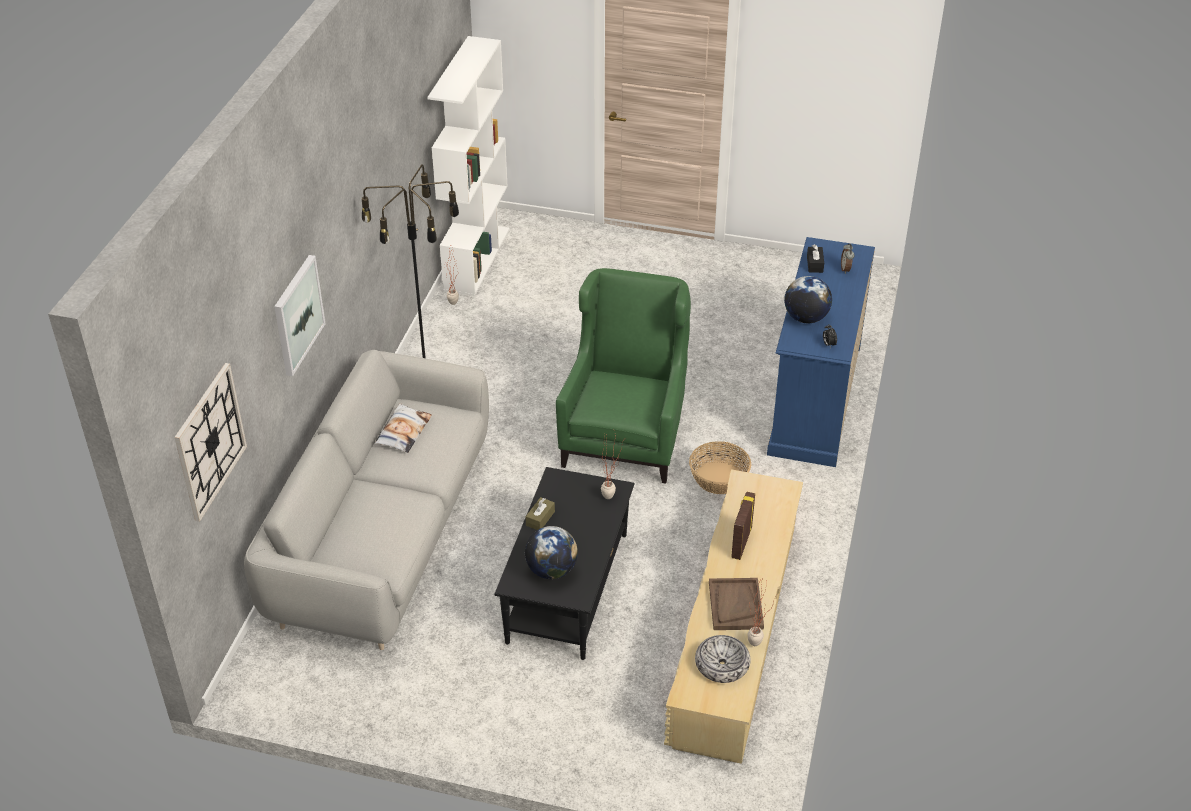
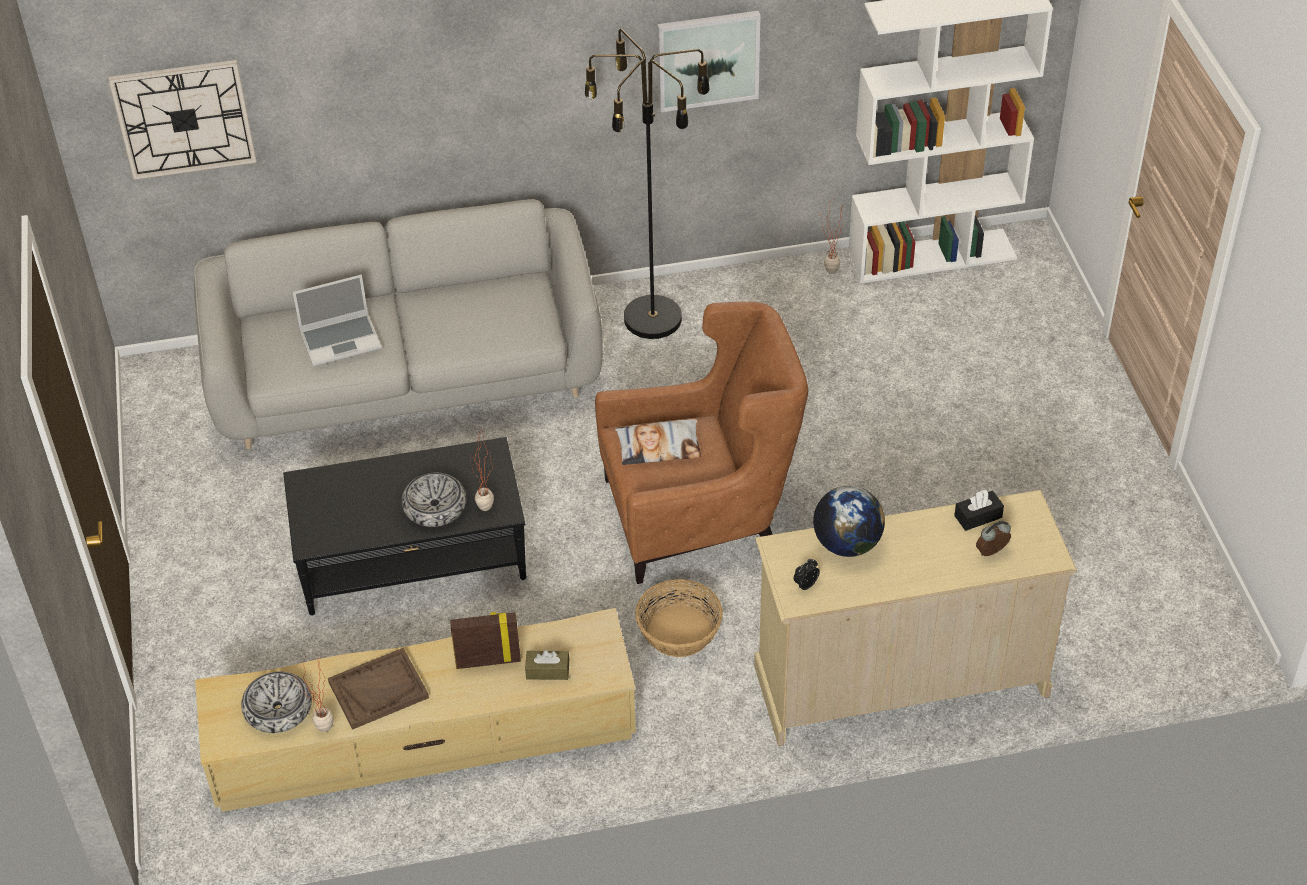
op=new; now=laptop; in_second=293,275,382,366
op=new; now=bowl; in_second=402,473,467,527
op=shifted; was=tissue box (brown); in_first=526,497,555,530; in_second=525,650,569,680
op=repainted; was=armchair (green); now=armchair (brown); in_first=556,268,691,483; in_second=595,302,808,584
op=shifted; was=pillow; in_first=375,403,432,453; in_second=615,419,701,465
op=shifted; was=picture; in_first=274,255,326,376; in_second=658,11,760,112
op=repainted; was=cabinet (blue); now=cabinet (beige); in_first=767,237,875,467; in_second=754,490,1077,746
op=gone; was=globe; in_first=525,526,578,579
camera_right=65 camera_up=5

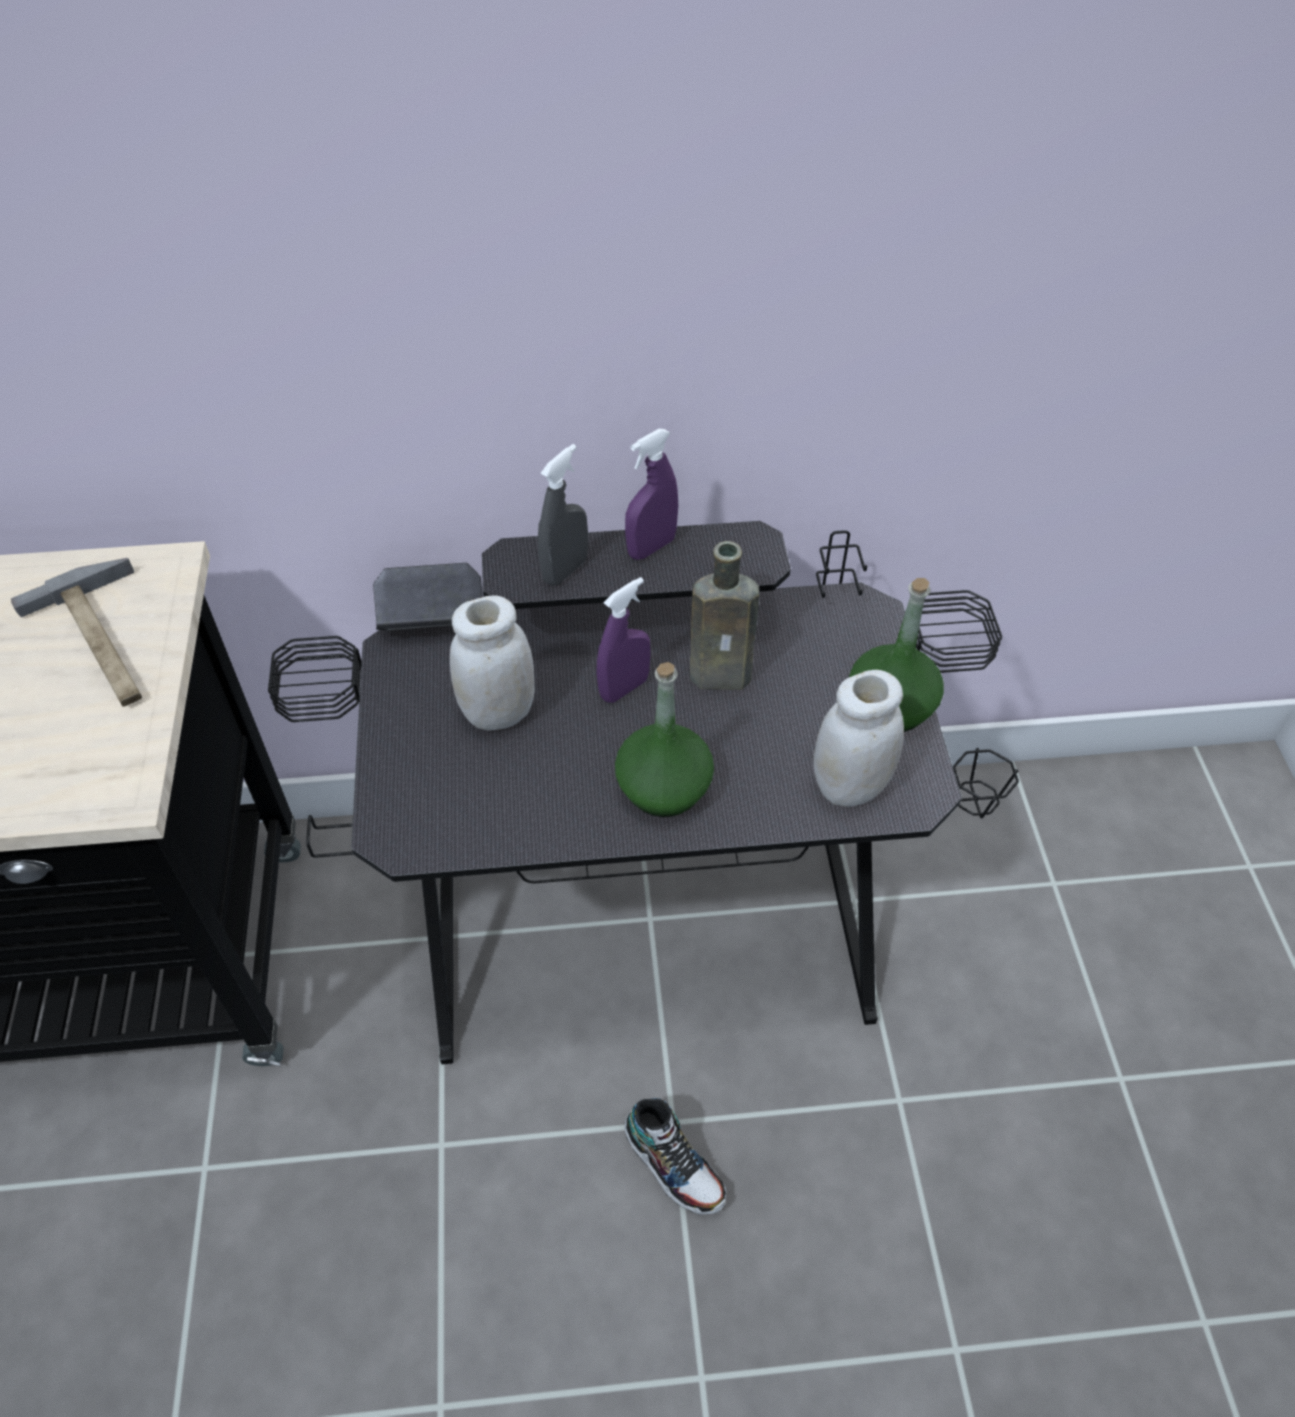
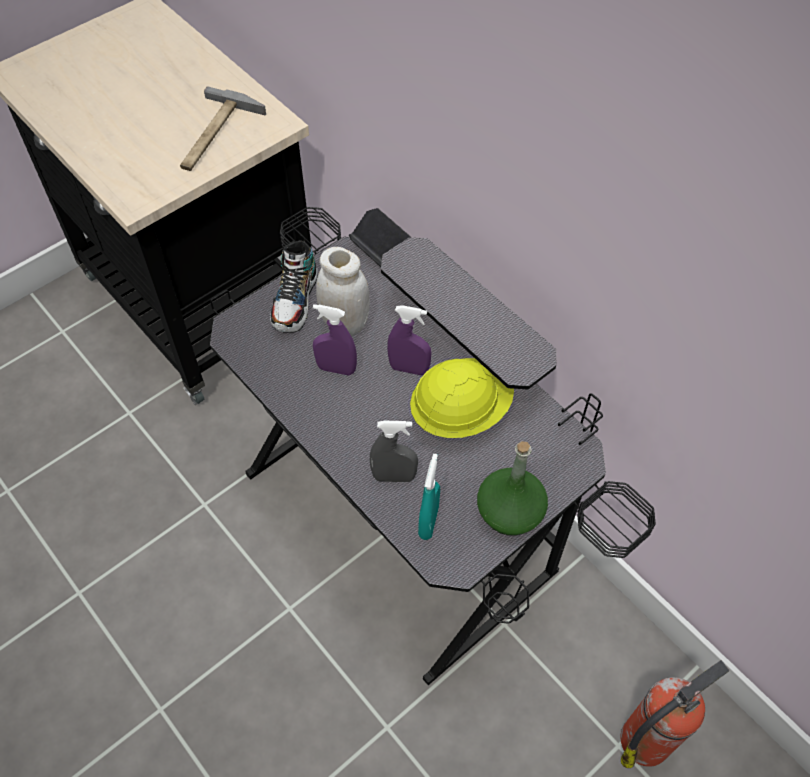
op=shifted; was=shoe; in_first=624,1098,726,1215; in_second=270,240,318,333
op=shifted; was=spray bottle (purple); in_first=625,429,678,560; in_second=313,304,357,376
op=shifted; was=spray bottle (grey); in_first=538,444,588,586; in_second=370,421,418,482
op=swapped; was=bottle (brown); now=hard hat (yellow); in_first=690,541,759,690; in_second=410,358,514,438
op=swapped; was=jar (white); now=spray bottle (turquoise); in_first=813,670,904,807; in_second=418,454,440,540
op=new; now=fire extinguisher; in_second=620,660,730,768
op=gone; was=bottle (green); in_first=615,662,714,817
camera_right=55 camera_up=5

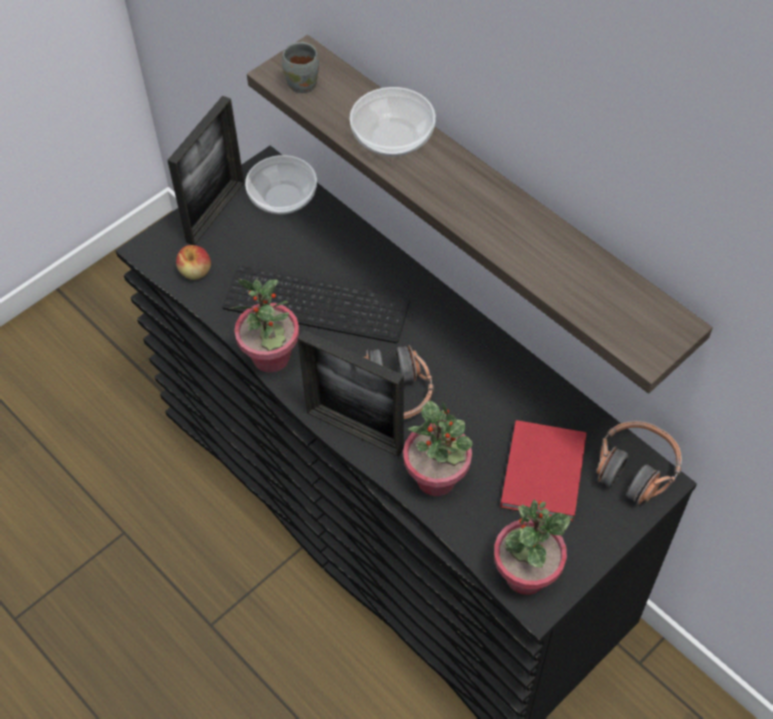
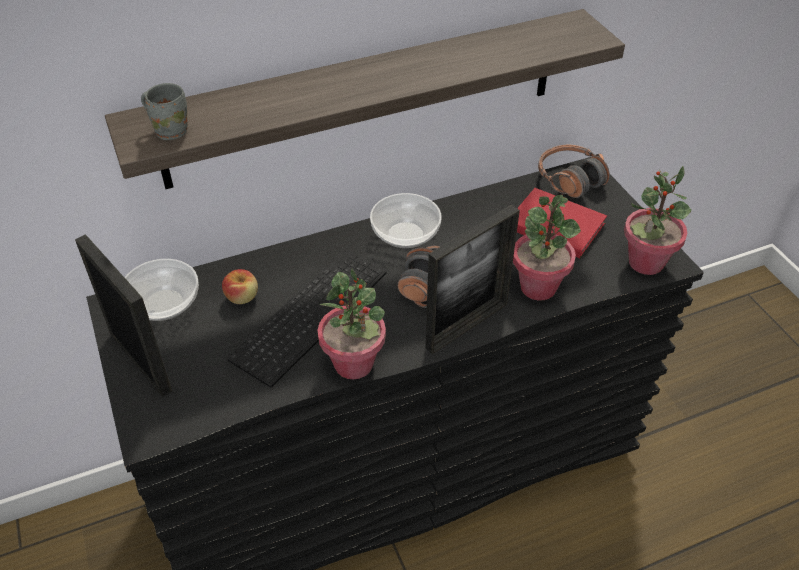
op=shifted; was=apple; in_first=176,245,211,280; in_second=222,269,258,304
op=shifted; was=bowl; in_first=350,87,436,157; in_second=370,193,441,248
camera_right=-70 camera_up=-10

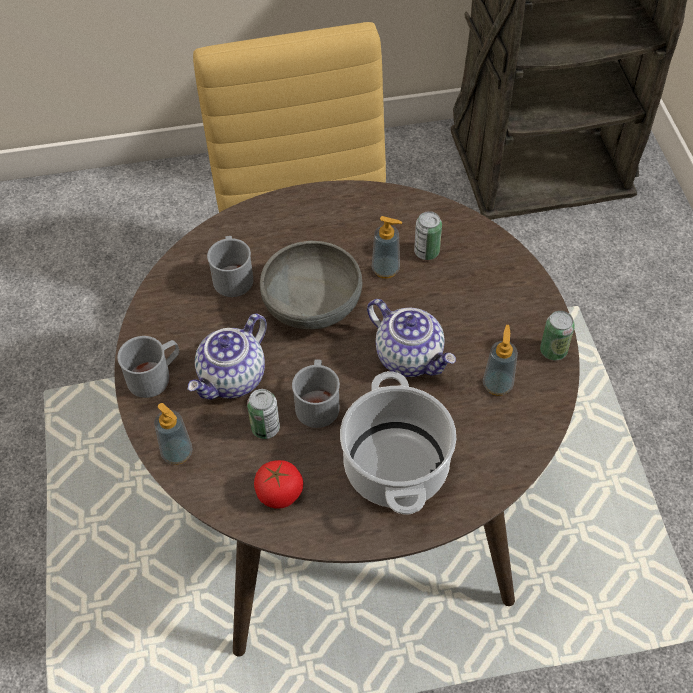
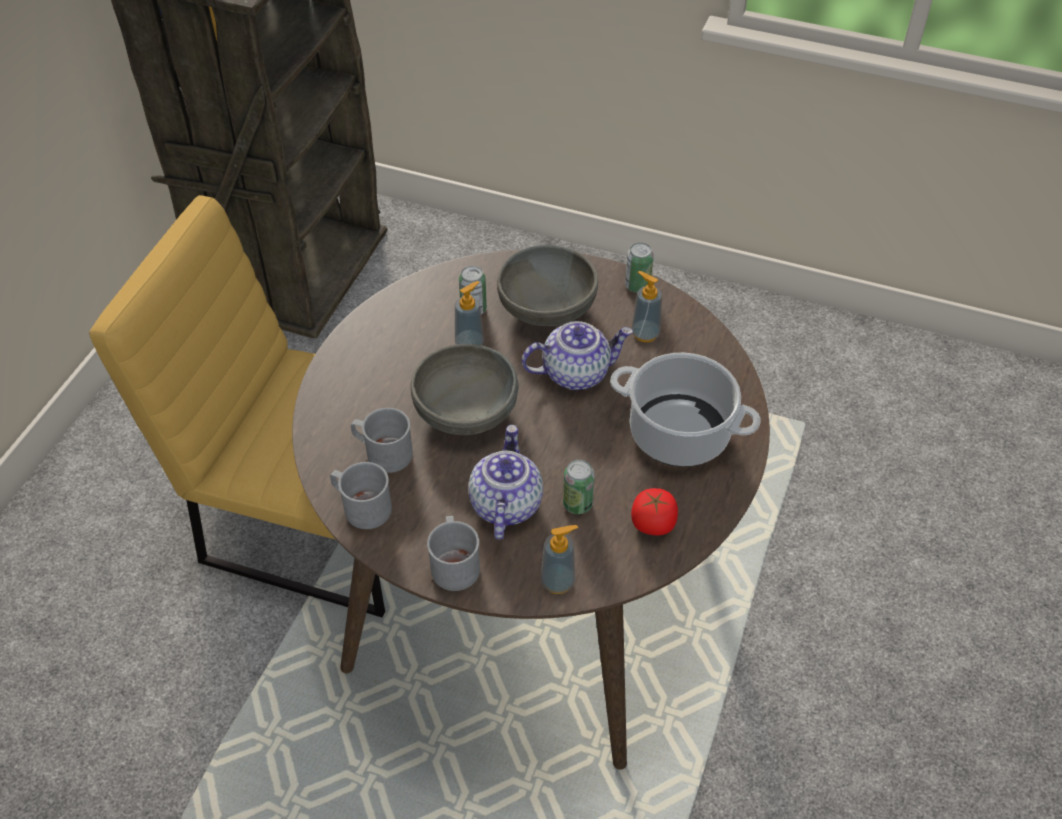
op=shifted; was=mug (grey); in_first=292,360,340,428; in_second=330,462,392,529
op=rotated; was=teapot; in_first=188,314,267,400; in_second=468,425,543,540; clockwise=-150
op=new; now=bowl (grey); in_second=497,245,598,326
camera_right=-60 camera_up=-5

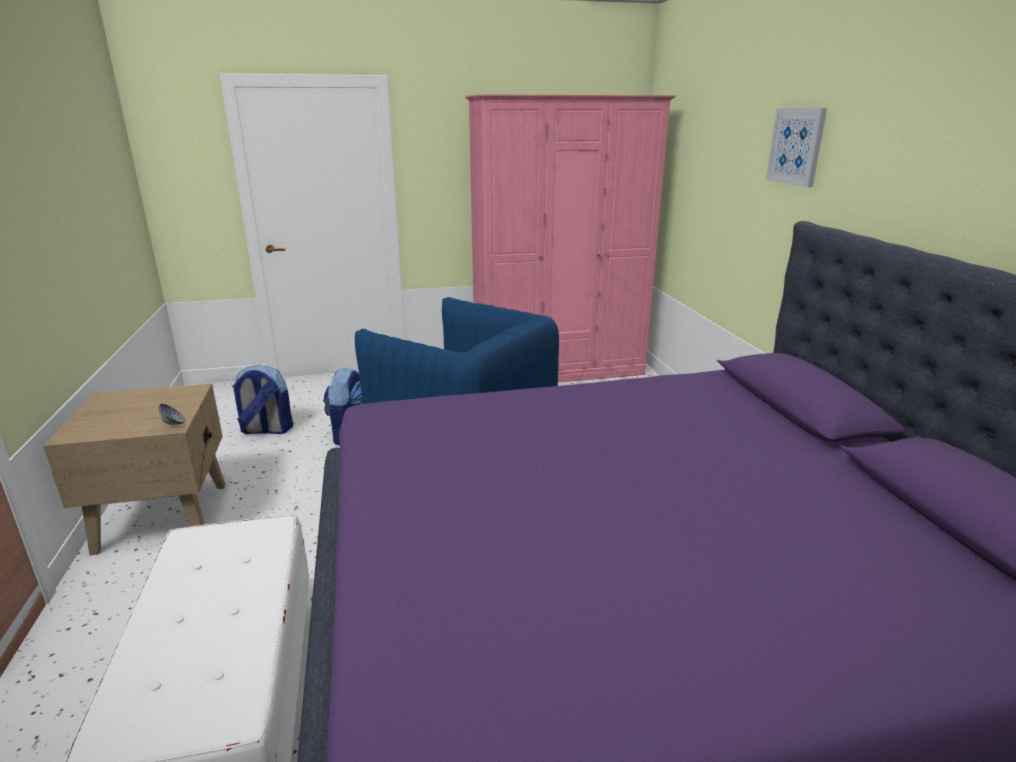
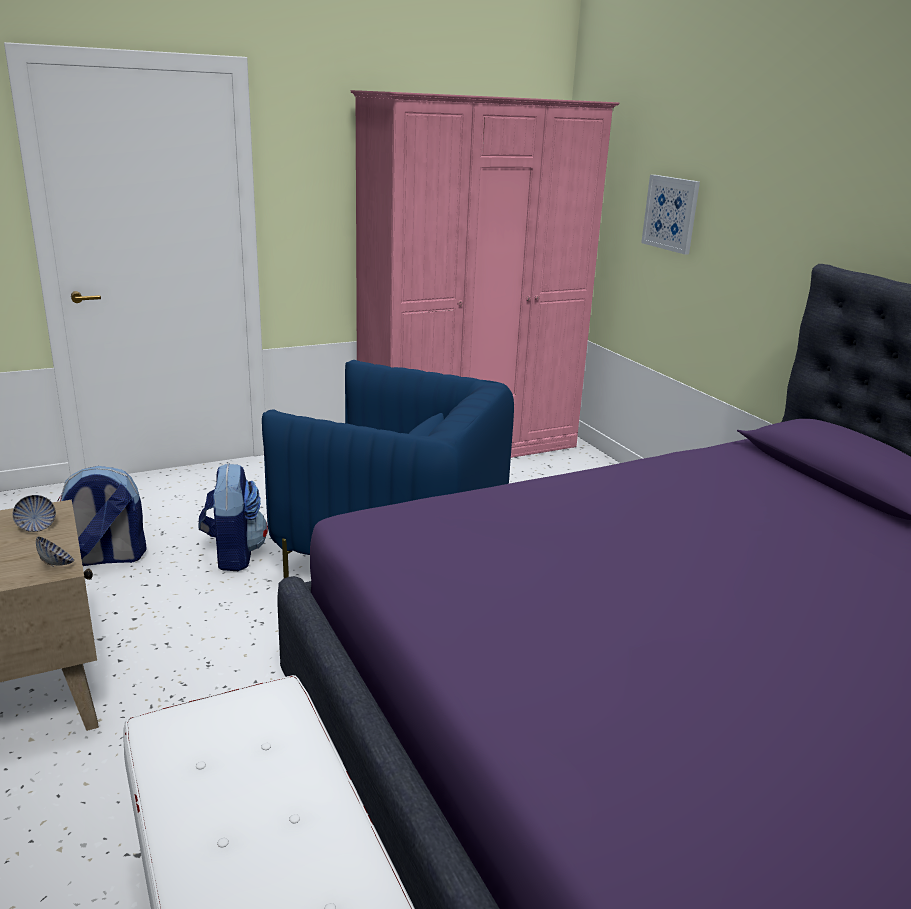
op=new; now=bowl; in_second=13,495,56,532
op=shifted; was=picture; in_first=766,108,827,187; in_second=641,175,700,255
camera_right=-15 camera_up=0

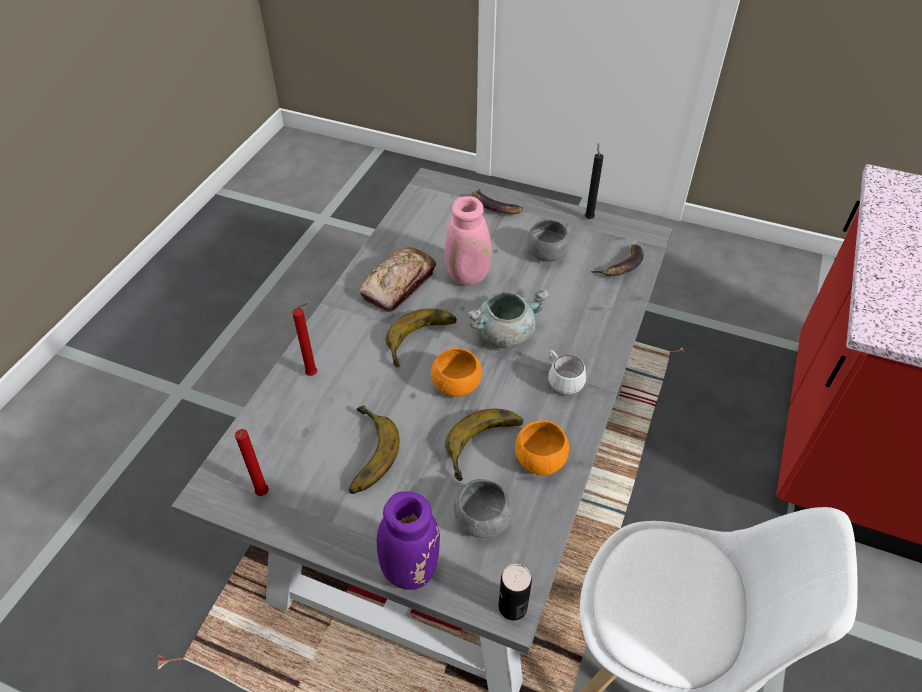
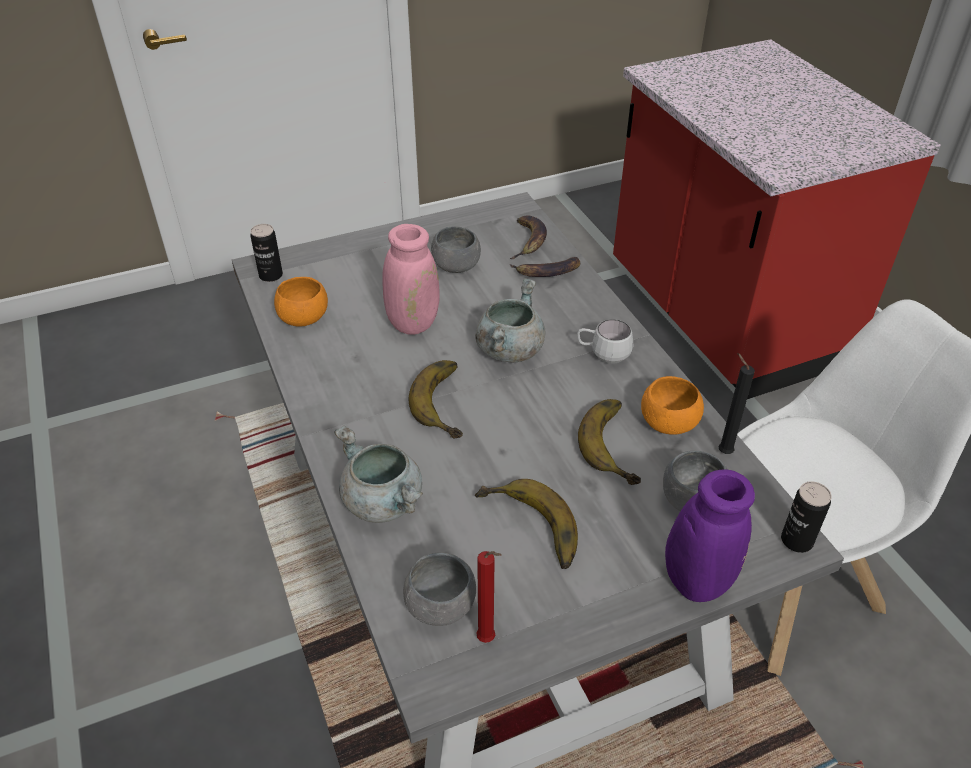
op=new; now=can; in_second=250,224,283,282
op=shifted; was=bowl (orange); in_first=431,348,482,397; in_second=274,277,328,327
op=swapped; was=candle (red); now=cooking pot (grey); in_first=292,303,317,376; in_second=335,426,423,523
op=new; now=bowl (grey); in_second=403,552,476,626
op=shifted; was=banana; in_first=472,188,523,214; in_second=510,257,581,277
op=shifted; was=candle (black); in_first=585,143,604,219; in_second=719,353,755,454
op=gone; was=bread; in_first=359,247,436,312
camera_right=-45 camera_up=-5

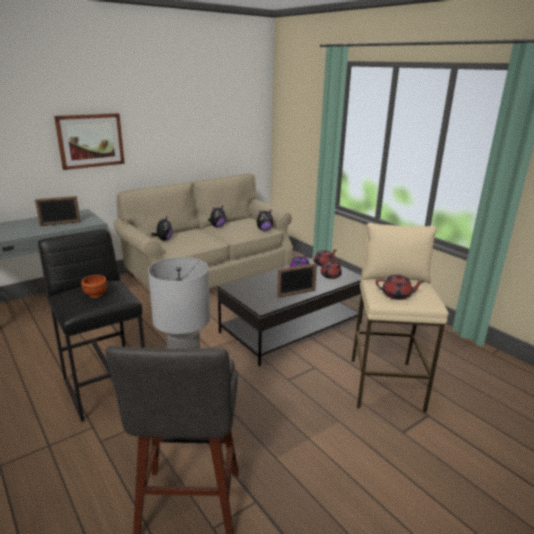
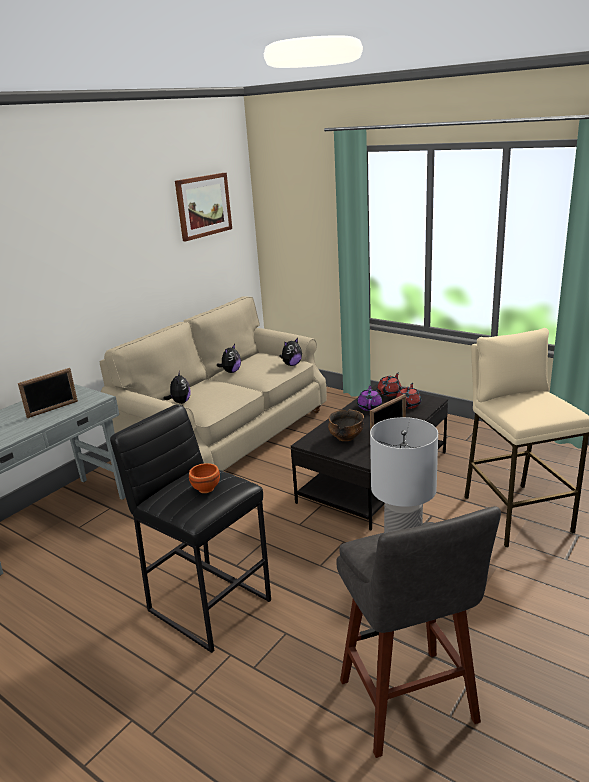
op=shifted; was=picture; in_first=54,113,125,170; in_second=175,173,232,241
op=new; now=bowl; in_second=328,410,364,441
op=gone; was=teapot (red); in_first=376,274,425,300
camera_right=-15 camera_up=0

